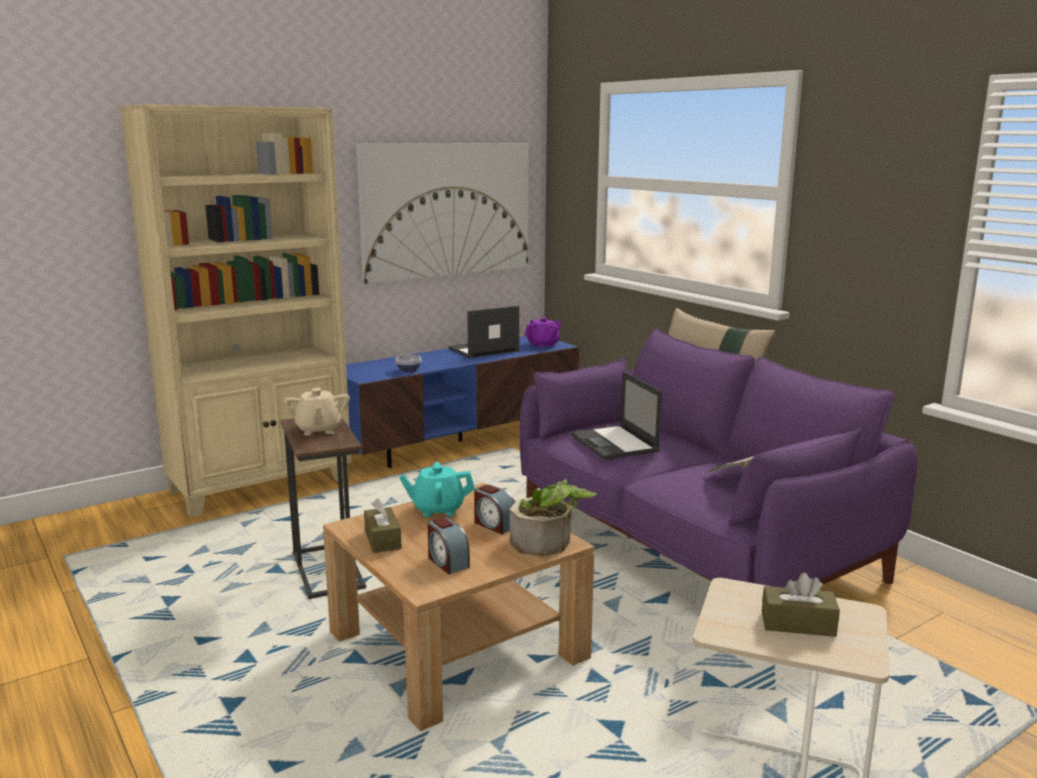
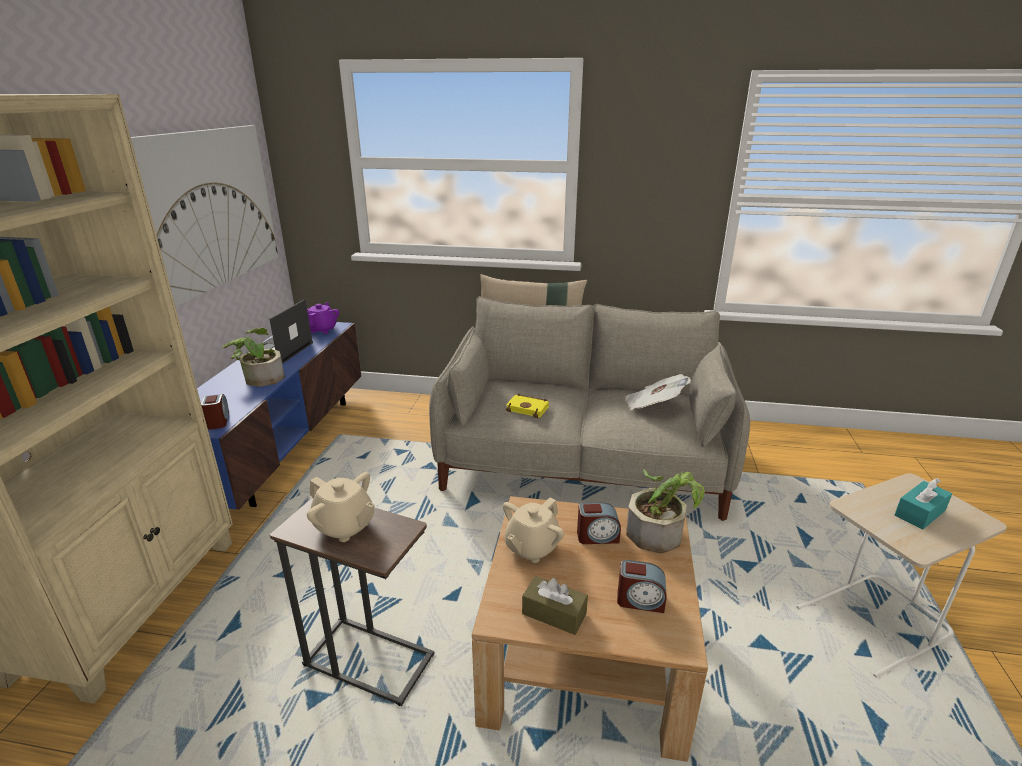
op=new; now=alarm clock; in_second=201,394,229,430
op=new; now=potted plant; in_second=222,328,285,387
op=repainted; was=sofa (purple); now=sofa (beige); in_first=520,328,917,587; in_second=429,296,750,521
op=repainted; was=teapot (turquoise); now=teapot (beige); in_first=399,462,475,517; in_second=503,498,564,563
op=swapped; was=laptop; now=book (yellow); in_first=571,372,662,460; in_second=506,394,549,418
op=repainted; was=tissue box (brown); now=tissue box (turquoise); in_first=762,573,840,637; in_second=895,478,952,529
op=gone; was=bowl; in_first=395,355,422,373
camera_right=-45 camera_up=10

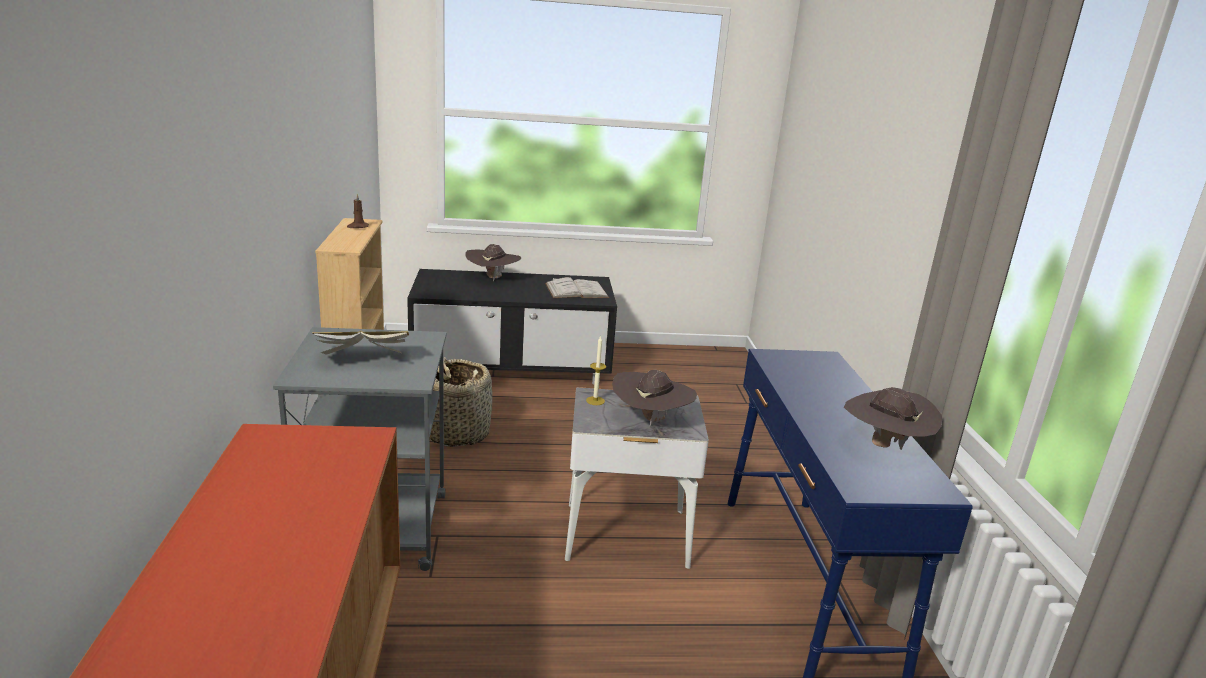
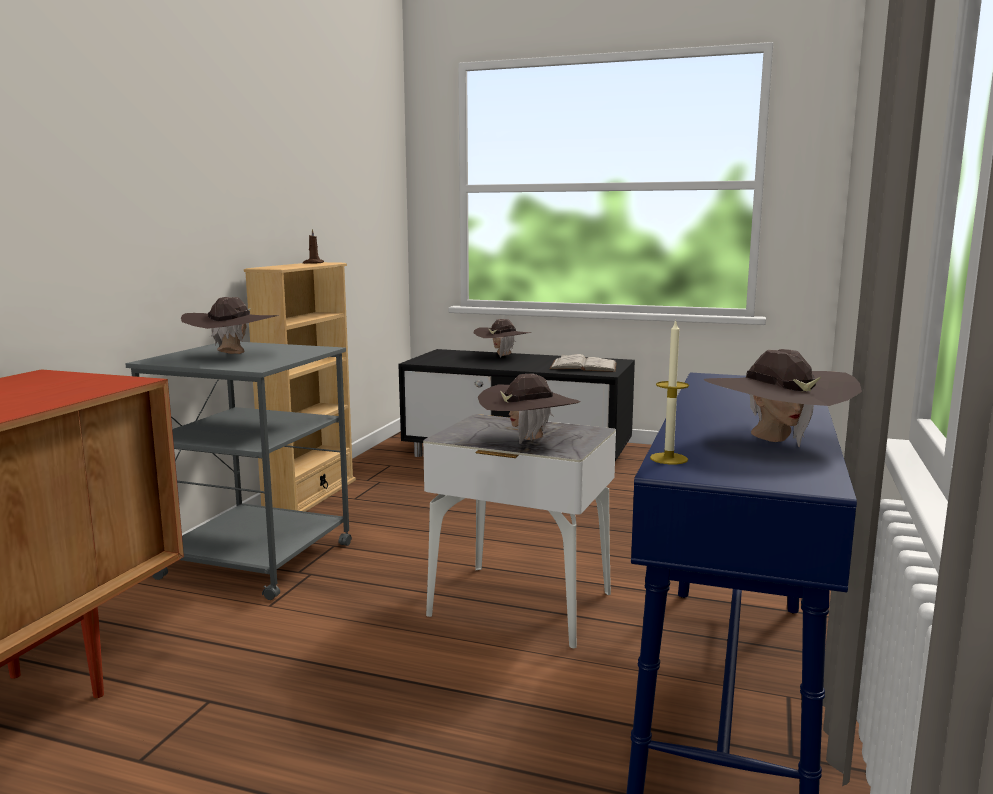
op=swapped; was=book; now=hat (brown); in_first=312,331,409,355; in_second=181,297,279,354
op=shifted; was=candle; in_first=586,335,606,405; in_second=650,320,689,464
op=gone; was=basket; in_first=430,357,492,447
camera_right=25 camera_up=-10

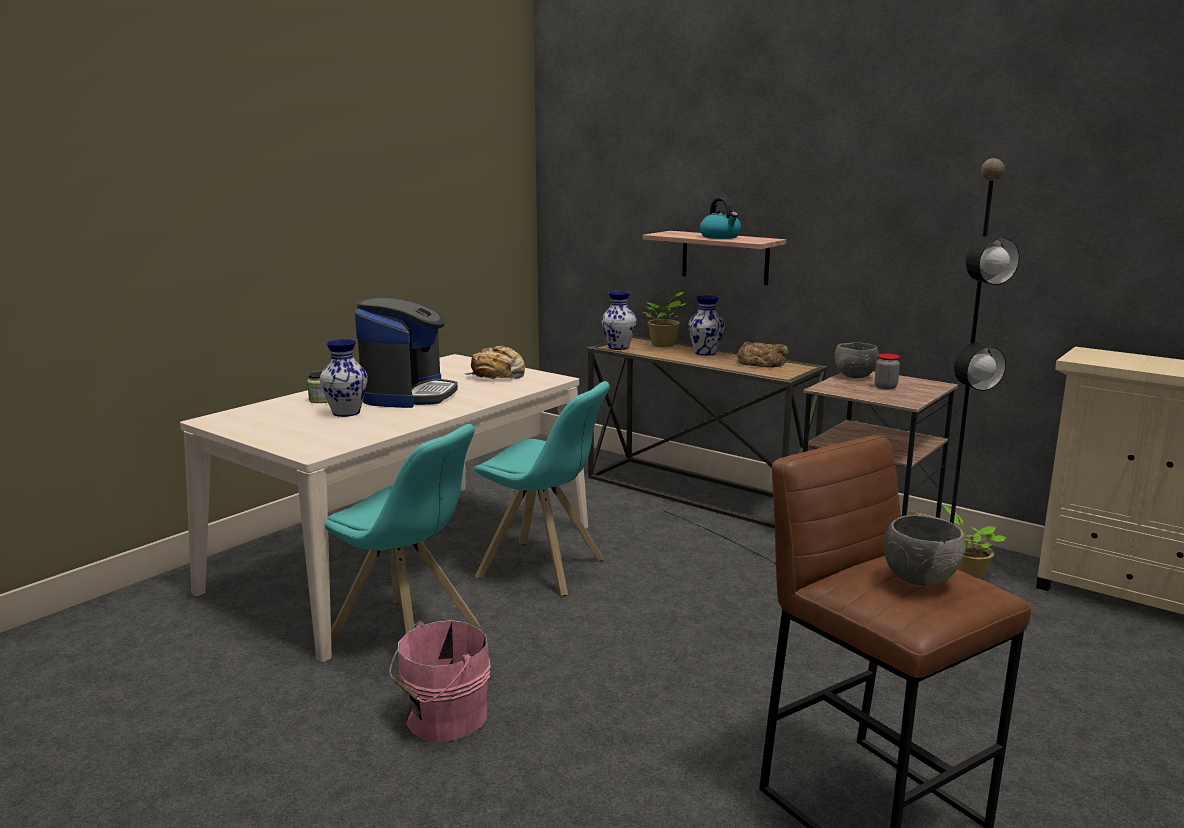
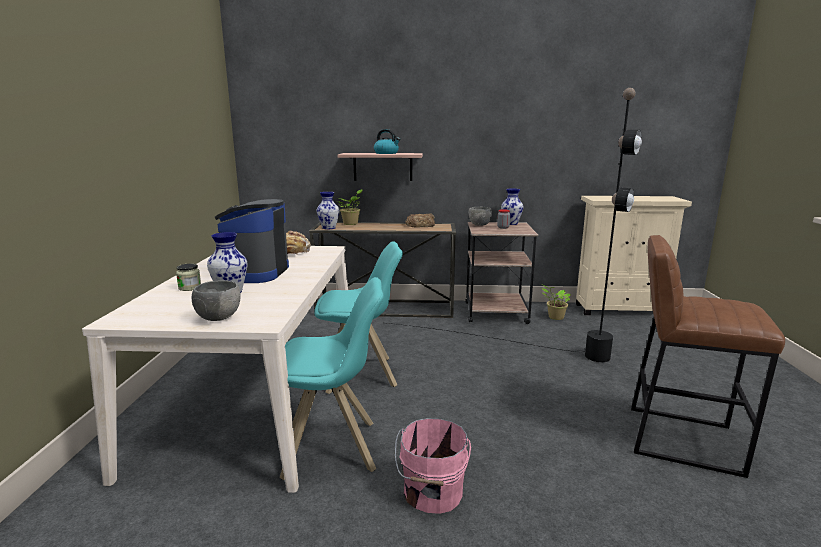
op=shifted; was=bowl (grey); in_first=884,515,965,586; in_second=192,280,241,321
op=rotated; was=coffee machine; in_first=355,298,458,408; in_second=215,199,289,283; clockwise=-150
op=shifted; was=vase; in_first=688,295,725,356; in_second=501,189,524,225
camera_right=-35 camera_up=0

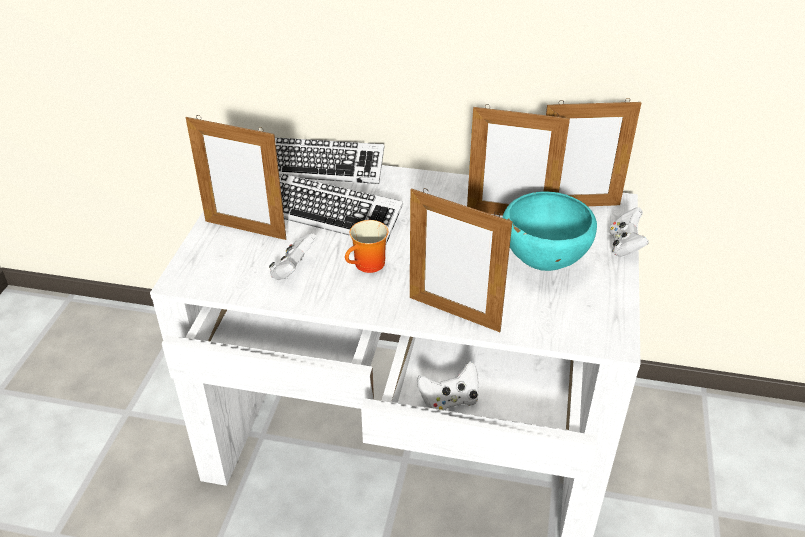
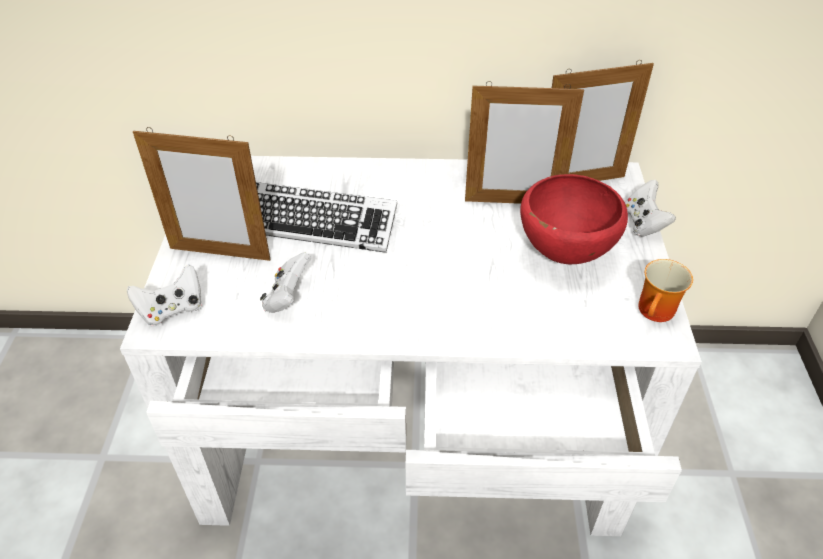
op=shifted; was=game controller (white); in_first=417,361,479,410; in_second=127,264,202,326
op=repainted; was=bowl (turquoise); now=bowl (red); in_first=503,191,597,271; in_second=520,174,628,264
op=shifted; was=mug; in_first=345,220,388,273; in_second=638,259,693,322
op=gone; was=keyboard; in_first=275,137,384,184
op=gone; was=picture frame; in_first=410,188,512,332
camera_right=-10 camera_up=5

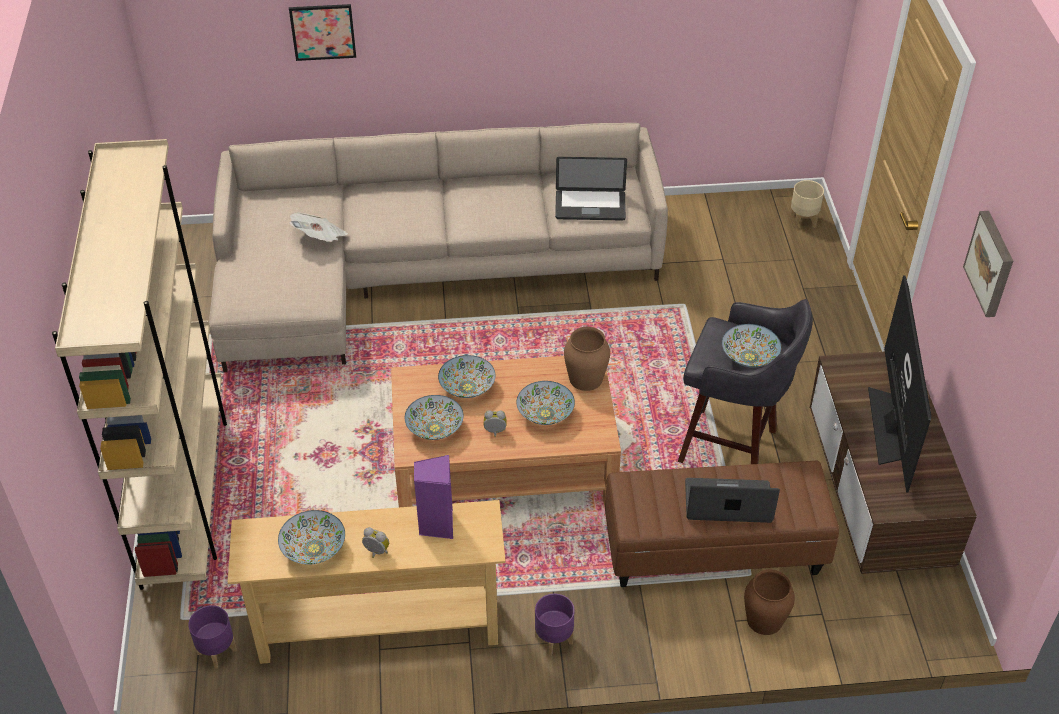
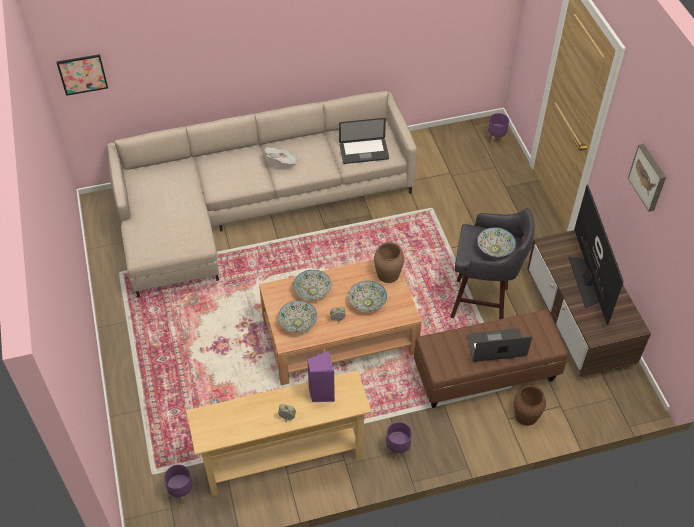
op=shifted; was=picture; in_first=289,4,356,61; in_second=56,54,108,96
op=shifted; was=newspaper; in_first=289,212,348,242; in_second=265,147,301,165
op=repainted; was=planter (beige); now=planter (purple); in_first=791,180,824,228; in_second=487,113,509,145
op=gone; was=bookcase (beige); in_first=52,139,227,590
op=gone; was=bowl; in_first=278,510,345,565
camera_right=-10 camera_up=5

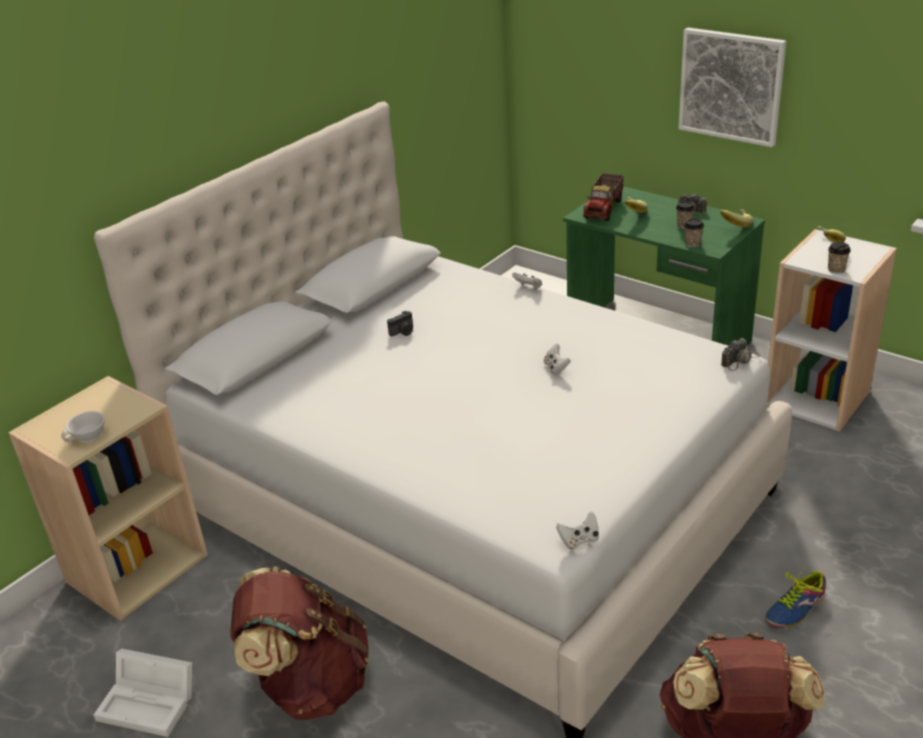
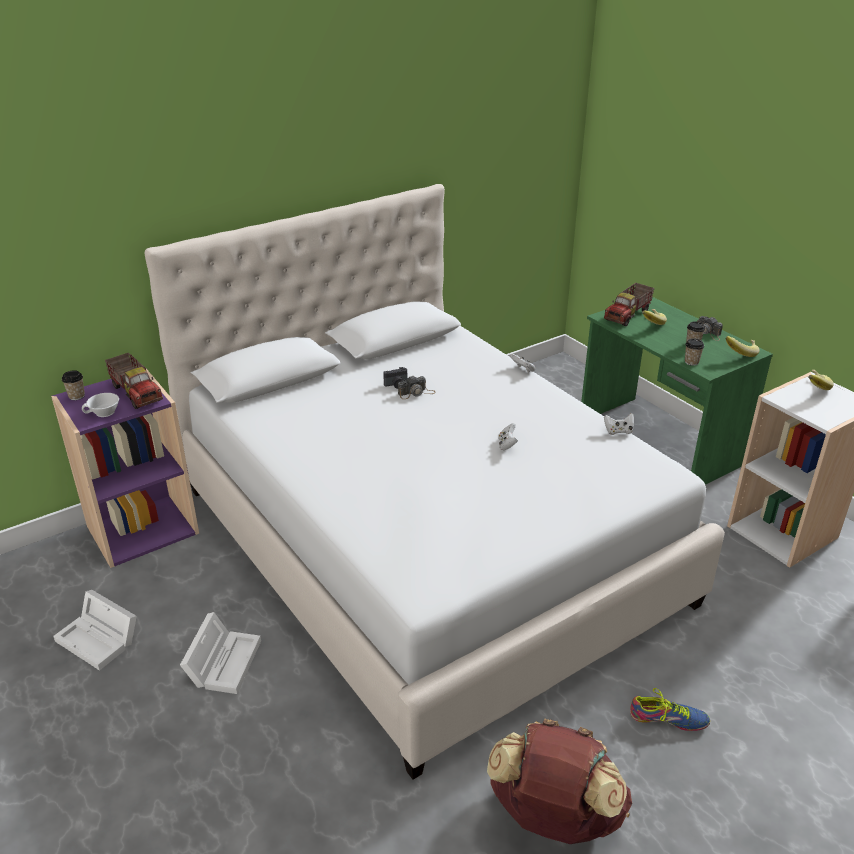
op=repainted; was=bookcase (beige); now=bookcase (purple); in_first=8,376,208,621; in_second=51,369,199,568
op=shifted; was=cup; in_first=828,242,851,274; in_second=62,370,85,400
op=new; now=toy truck; in_second=105,353,163,409
op=swapped; was=backpack (brown); now=storage box (white); in_first=230,566,369,720; in_second=180,612,261,694
op=shifted; was=photo camera; in_first=721,338,760,371; in_second=398,376,436,399
op=shifted; was=game controller (white); in_first=556,512,599,550; in_second=604,413,634,435
op=rotated; was=shoe; in_first=765,564,826,628; in_second=630,688,710,731; clockwise=-150
op=gone; was=picture; in_first=679,28,786,147
camera_right=15 camera_up=0

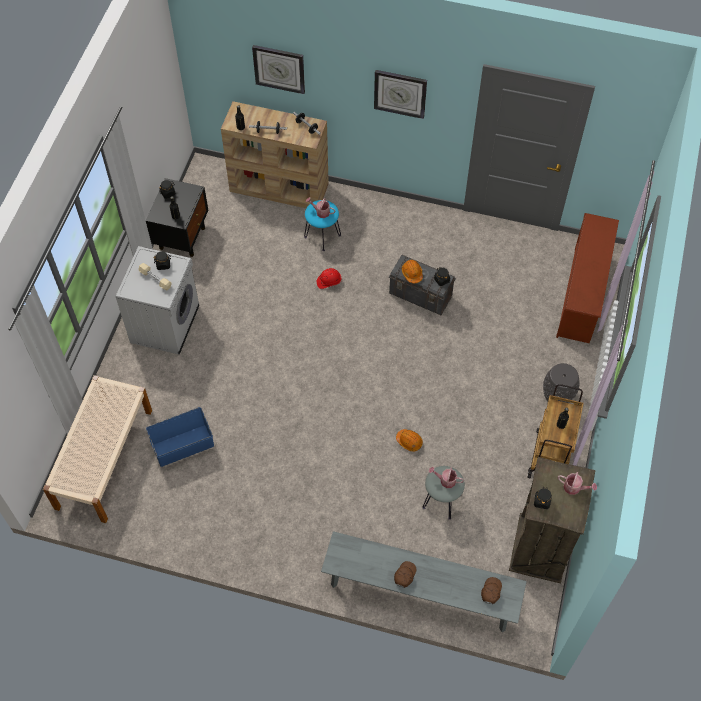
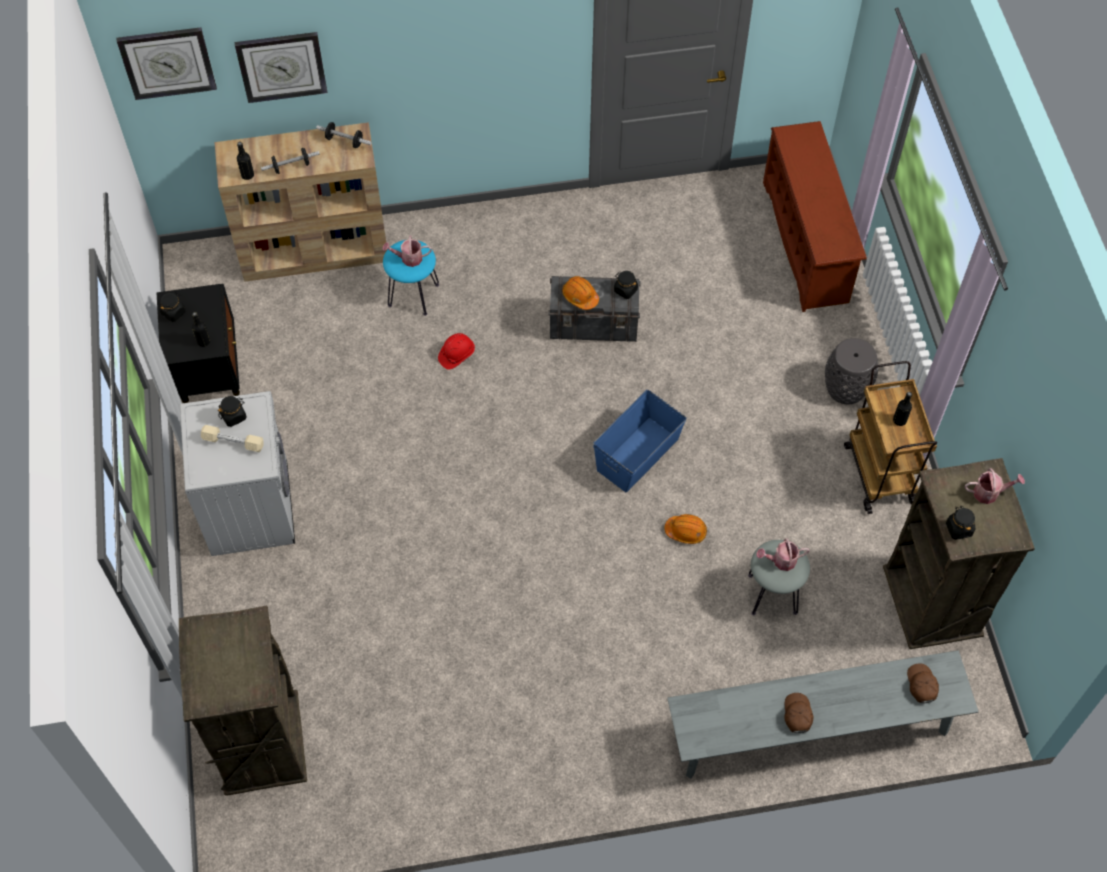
op=shifted; was=wall clock; in_first=374,70,427,119; in_second=117,27,217,100
op=swapped; was=bench (beige); now=bookcase (brown); in_first=43,375,152,523; in_second=179,606,307,796
op=shifted; was=storage box (blue); in_first=146,407,214,467; in_second=593,390,687,492
camera_right=-25 camera_up=0

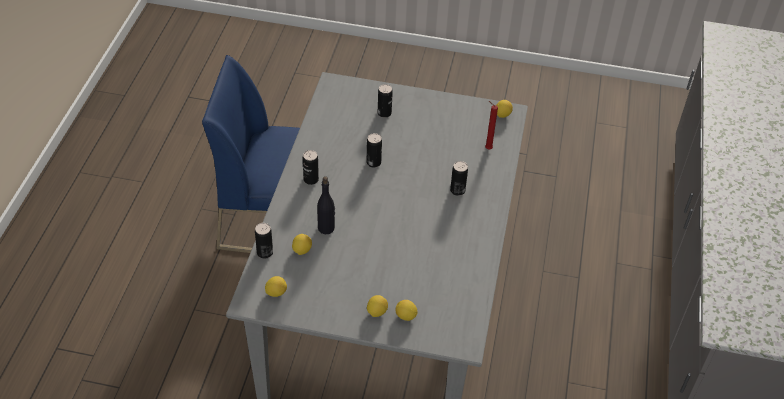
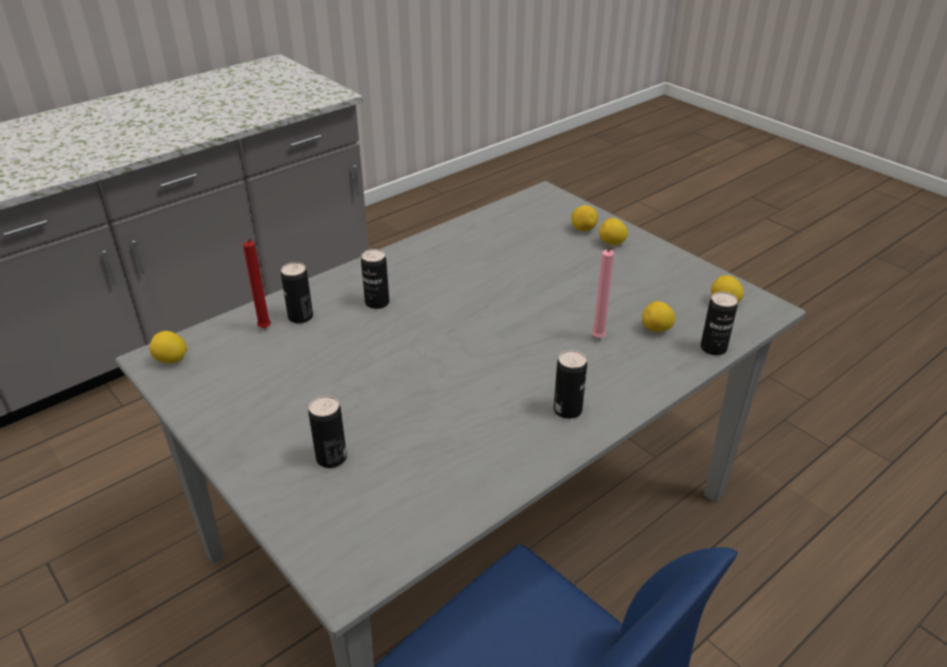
op=shifted; was=can; in_first=367,133,382,167; in_second=281,262,313,324
op=swapped; was=bottle (black); now=candle (pink); in_first=317,176,335,234; in_second=592,245,621,338
camera_right=-140 camera_up=-10

